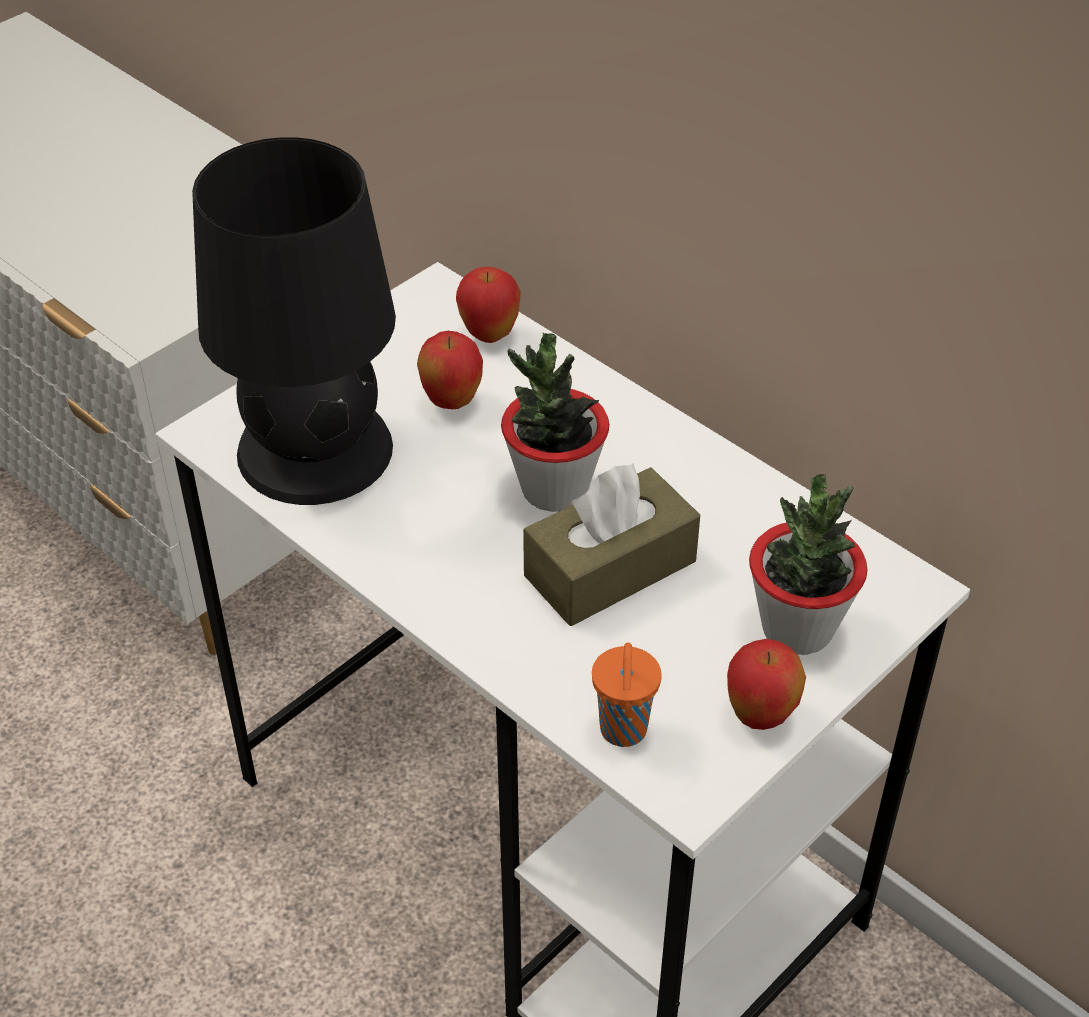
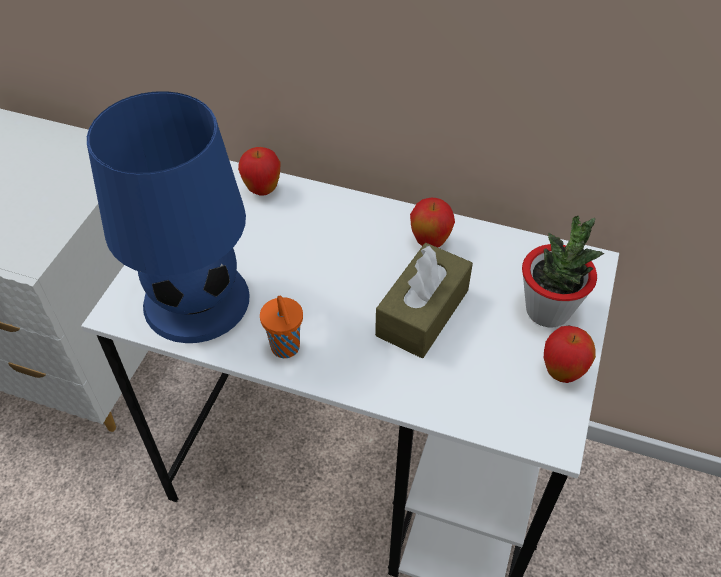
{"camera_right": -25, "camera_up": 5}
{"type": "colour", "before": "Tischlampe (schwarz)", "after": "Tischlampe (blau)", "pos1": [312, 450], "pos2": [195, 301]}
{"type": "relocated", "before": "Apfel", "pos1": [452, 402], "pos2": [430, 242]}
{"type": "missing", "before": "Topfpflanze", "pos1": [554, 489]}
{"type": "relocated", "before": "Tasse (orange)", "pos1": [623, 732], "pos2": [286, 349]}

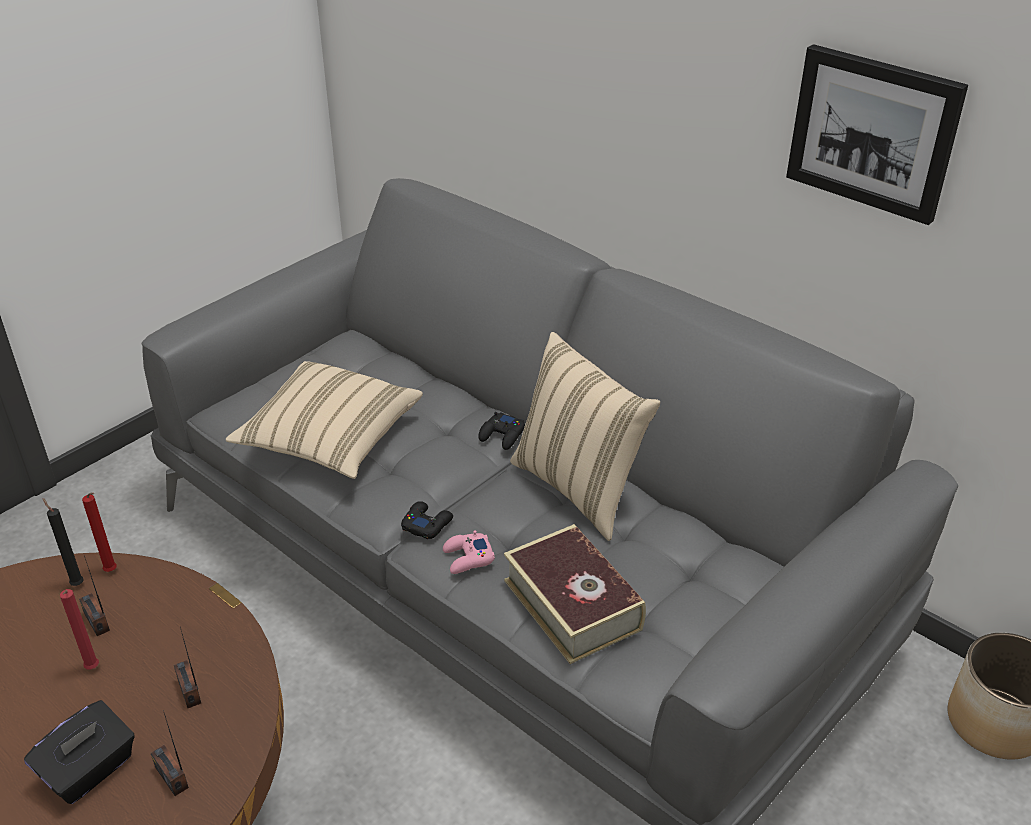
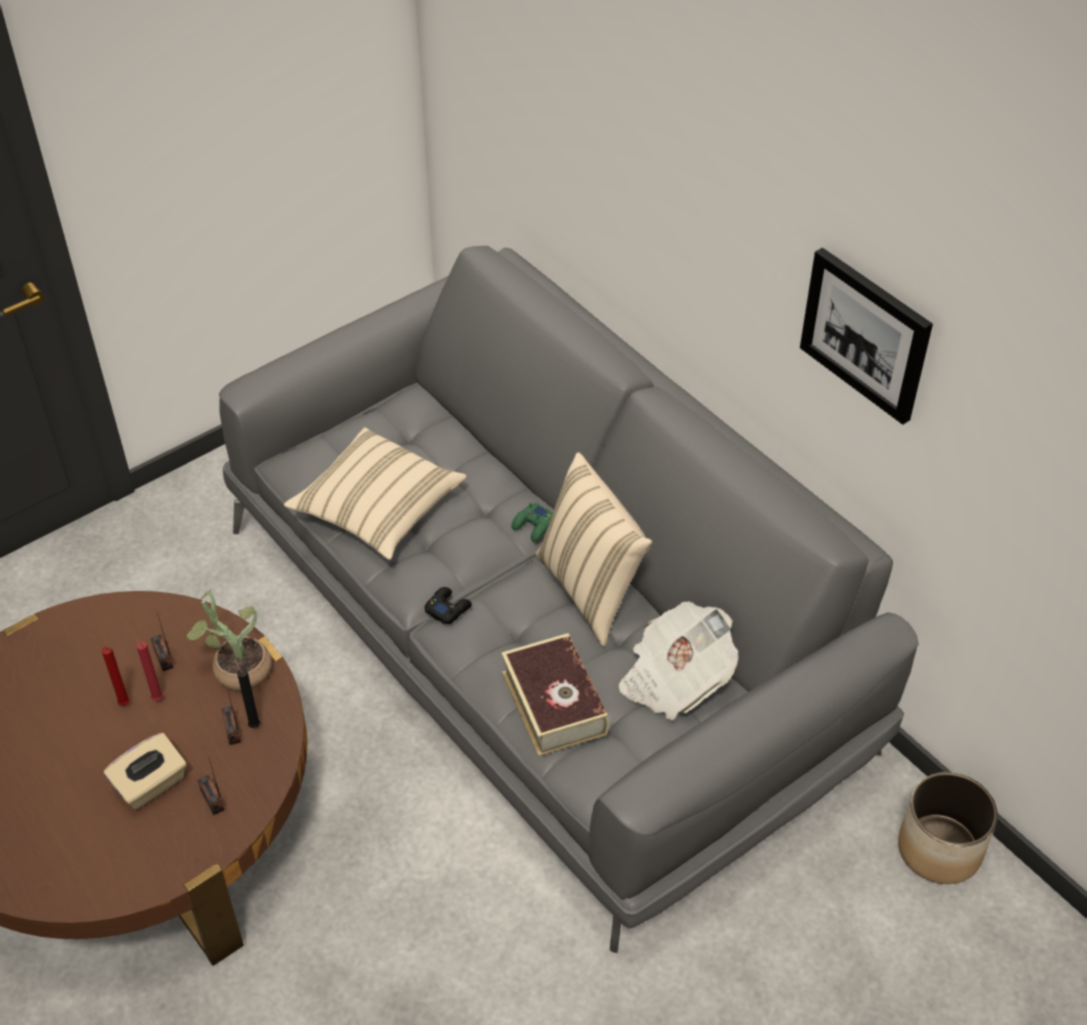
{"camera_right": 10, "camera_up": 10}
{"type": "colour", "before": "Gamepad (schwarz)", "after": "Gamepad (grün)", "pos1": [502, 435], "pos2": [534, 526]}
{"type": "relocated", "before": "Kerze (rot)", "pos1": [112, 572], "pos2": [125, 705]}
{"type": "relocated", "before": "Kerze (schwarz)", "pos1": [76, 583], "pos2": [253, 724]}
{"type": "missing", "before": "Gamepad (rosa)", "pos1": [468, 558]}
{"type": "colour", "before": "Taschentuchbox (schwarz)", "after": "Taschentuchbox (beige)", "pos1": [90, 771], "pos2": [151, 785]}
{"type": "appeared", "after": "Topfpflanze", "pos2": [236, 668]}
{"type": "appeared", "after": "Zeitung", "pos2": [675, 679]}

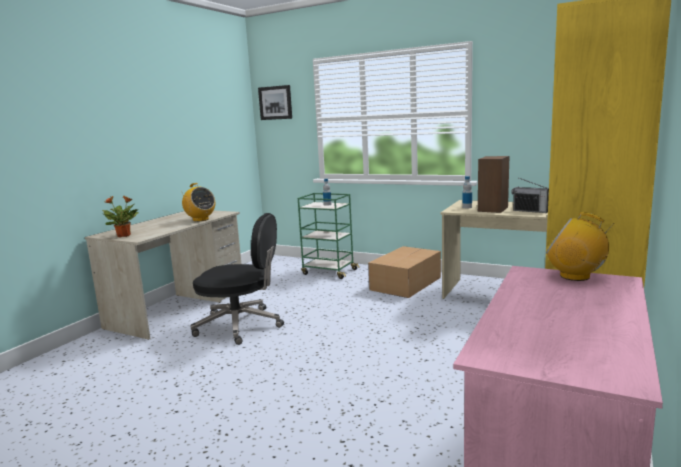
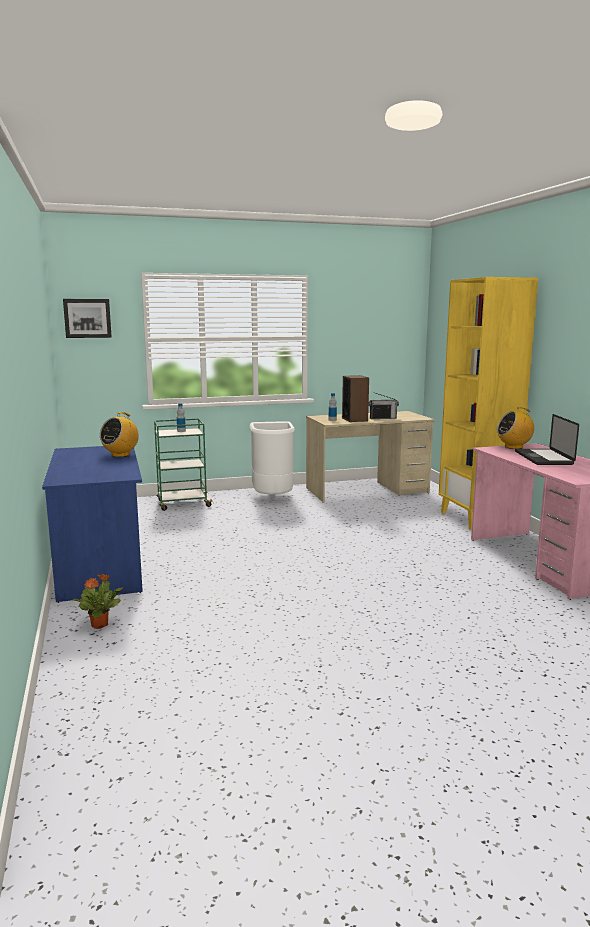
{"camera_right": -45, "camera_up": 0}
{"type": "spun", "before": "Radio", "pos1": [200, 219], "pos2": [120, 455], "turn": 120}
{"type": "relocated", "before": "Topfpflanze", "pos1": [124, 235], "pos2": [100, 625]}
{"type": "colour", "before": "Schreibtisch (beige)", "after": "Schreibtisch (blau)", "pos1": [179, 308], "pos2": [100, 564]}
{"type": "missing", "before": "Bürostuhl (schwarz)", "pos1": [241, 325]}
{"type": "exchanged", "before": "Karton", "after": "Mülleimer (weiß)", "pos1": [407, 283], "pos2": [273, 498]}
{"type": "appeared", "after": "Laptop", "pos2": [543, 458]}

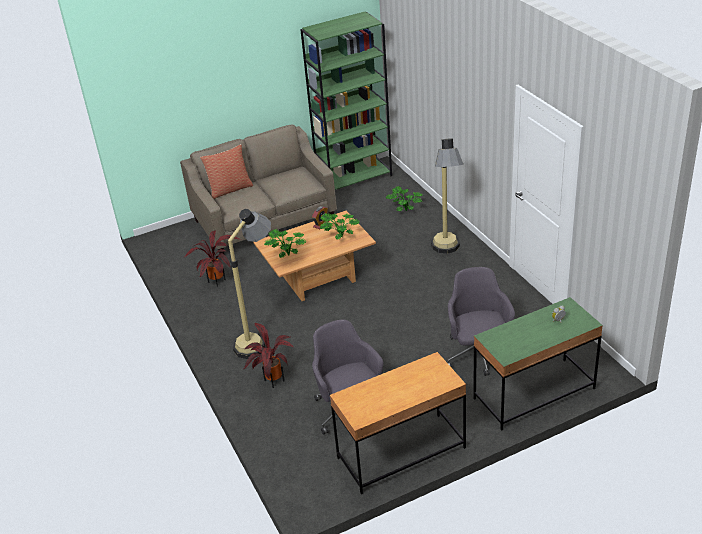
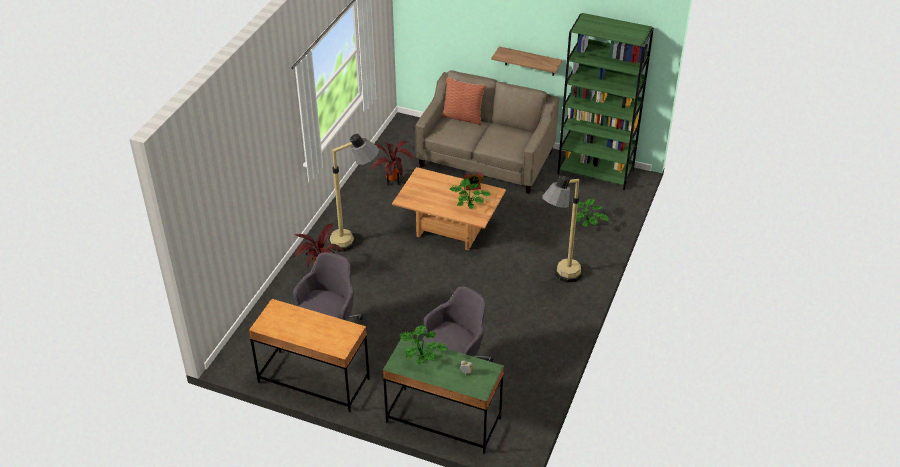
{"camera_right": 45, "camera_up": 5}
{"type": "relocated", "before": "Topfpflanze", "pos1": [287, 254], "pos2": [422, 356]}
{"type": "appeared", "after": "Wandregal", "pos2": [530, 61]}

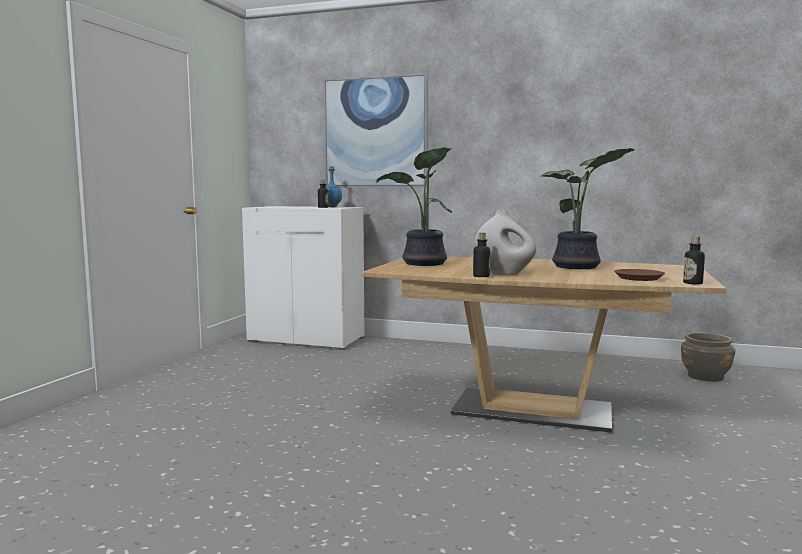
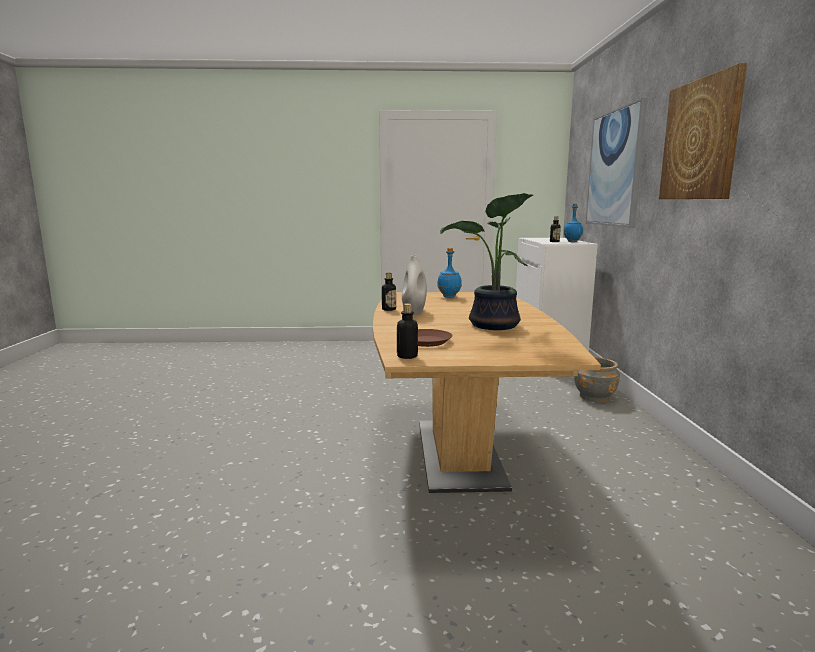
{"camera_right": 70, "camera_up": 5}
{"type": "exchanged", "before": "Topfpflanze", "after": "Flasche (blau)", "pos1": [423, 264], "pos2": [448, 297]}
{"type": "relocated", "before": "Pflanzkübel (grau)", "pos1": [705, 376], "pos2": [594, 396]}
{"type": "appeared", "after": "Bild", "pos2": [700, 140]}

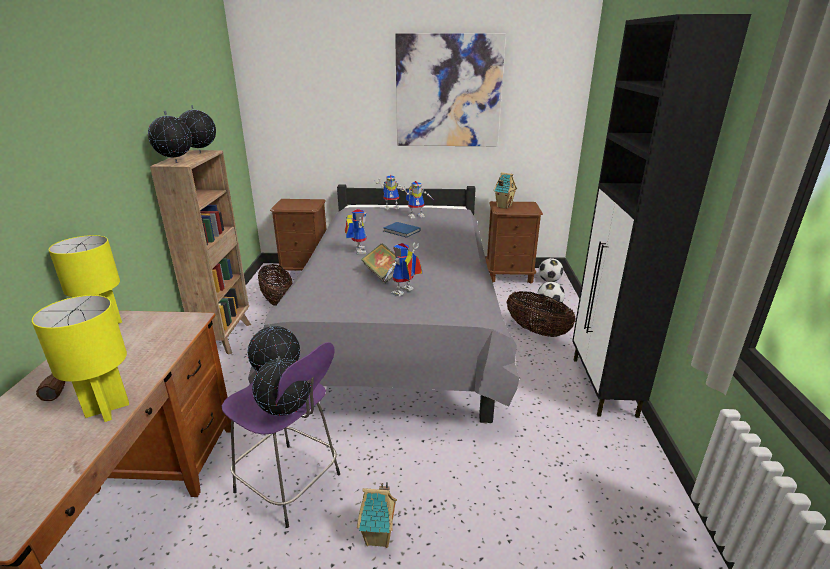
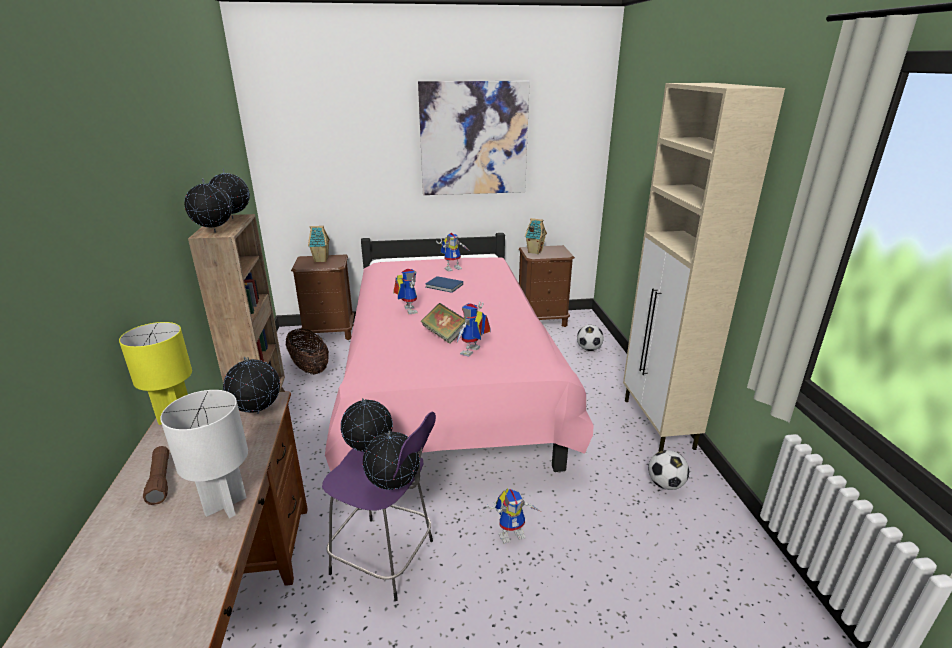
{"camera_right": -10, "camera_up": 0}
{"type": "colour", "before": "Schrank (schwarz)", "after": "Schrank (beige)", "pos1": [603, 387], "pos2": [658, 424]}
{"type": "relocated", "before": "Spielzeugroboter", "pos1": [392, 208], "pos2": [512, 533]}
{"type": "colour", "before": "Bett (grau)", "after": "Bett (rosa)", "pos1": [398, 330], "pos2": [447, 387]}
{"type": "relocated", "before": "Fußball", "pos1": [549, 280], "pos2": [665, 484]}
{"type": "missing", "before": "Korb", "pos1": [537, 331]}
{"type": "colour", "before": "Tischlampe (gelb)", "after": "Tischlampe (weiß)", "pos1": [108, 409], "pos2": [226, 505]}
{"type": "relocated", "before": "Spielzeughaus", "pos1": [379, 537], "pos2": [321, 260]}
{"type": "appeared", "after": "Globus", "pos2": [258, 414]}

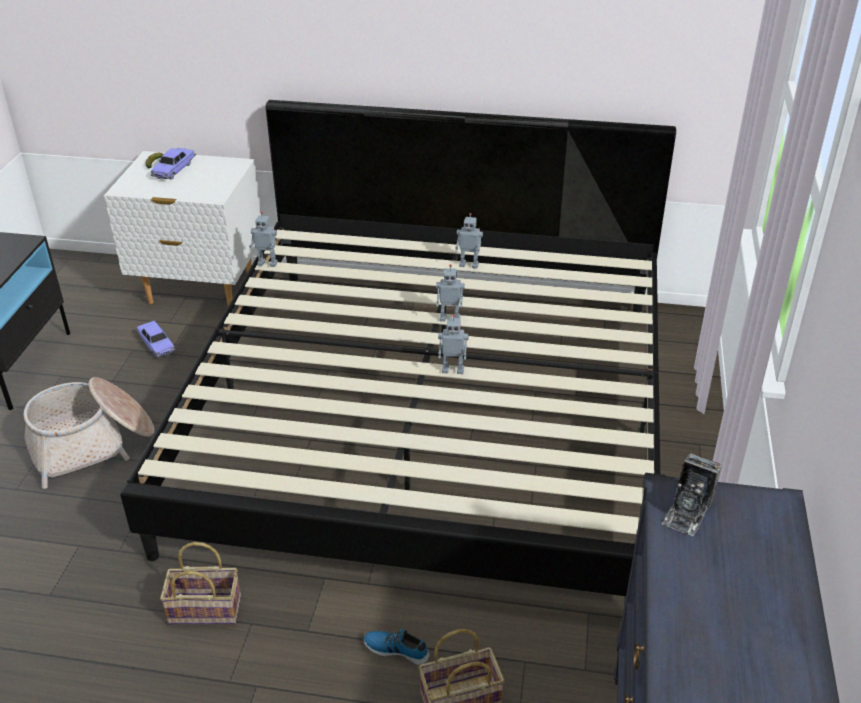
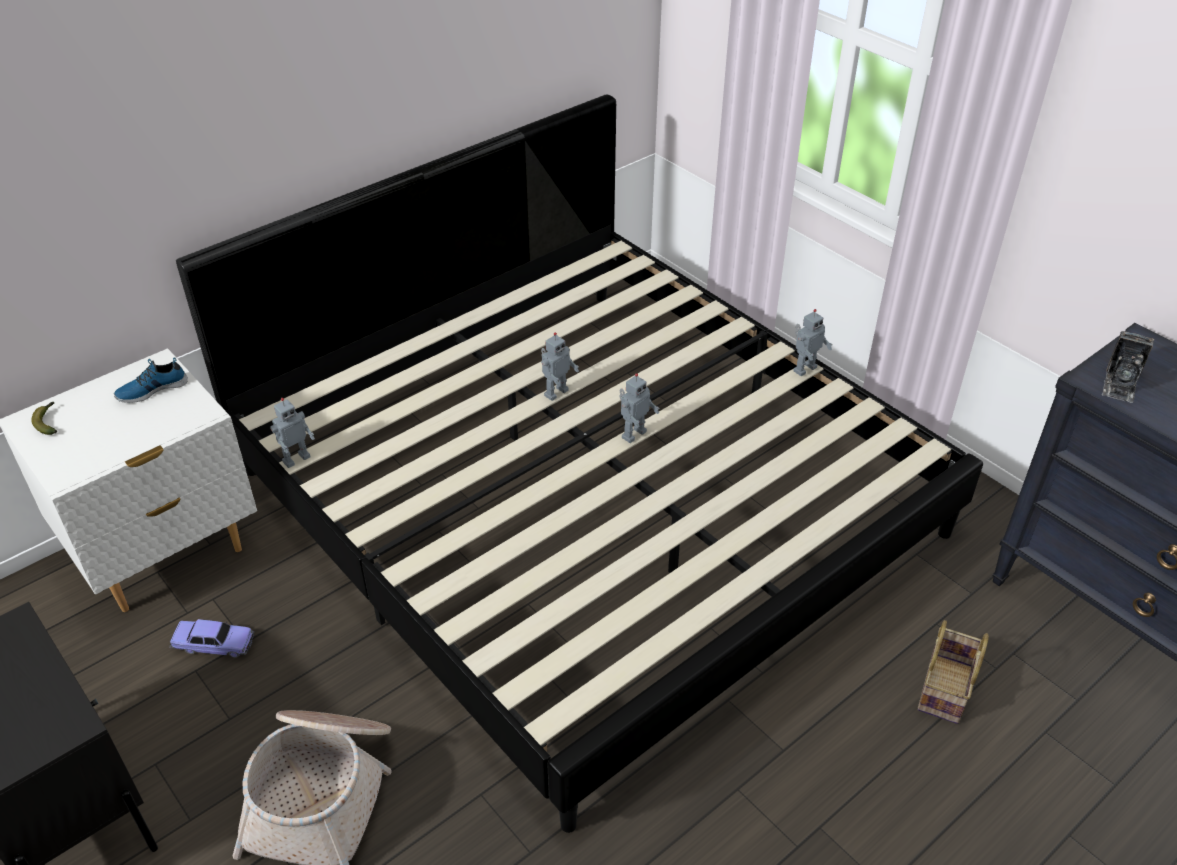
{"camera_right": -50, "camera_up": 5}
{"type": "missing", "before": "Spielzeugauto", "pos1": [174, 169]}
{"type": "relocated", "before": "Spielzeugroboter", "pos1": [469, 264], "pos2": [804, 368]}
{"type": "spun", "before": "Kamera", "pos1": [687, 511], "pos2": [1120, 383], "turn": 45}
{"type": "missing", "before": "Korb", "pos1": [207, 608]}
{"type": "relocated", "before": "Schuh", "pos1": [397, 648], "pos2": [152, 389]}

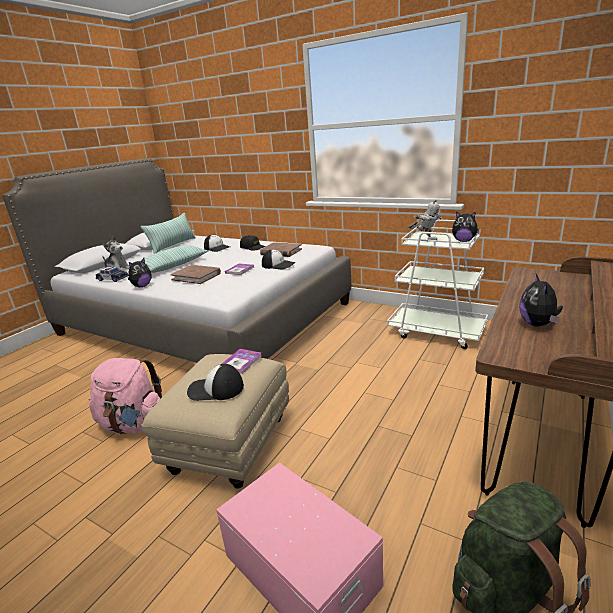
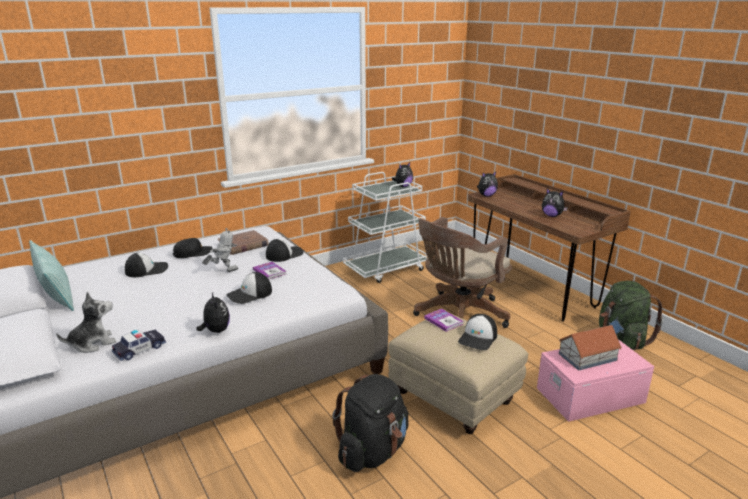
{"camera_right": -65, "camera_up": 0}
{"type": "relocated", "before": "Spielzeugroboter", "pos1": [425, 240], "pos2": [223, 271]}
{"type": "missing", "before": "Kissen", "pos1": [172, 266]}
{"type": "exchanged", "before": "Buch (braun)", "after": "Kappe", "pos1": [196, 276], "pos2": [250, 294]}
{"type": "colour", "before": "Rucksack (rosa)", "after": "Rucksack (schwarz)", "pos1": [134, 425], "pos2": [372, 451]}
{"type": "appeared", "after": "Plüschtier", "pos2": [486, 195]}
{"type": "appeared", "after": "Bürostuhl (braun)", "pos2": [458, 316]}
{"type": "appeared", "after": "Spielzeughaus", "pos2": [586, 357]}

